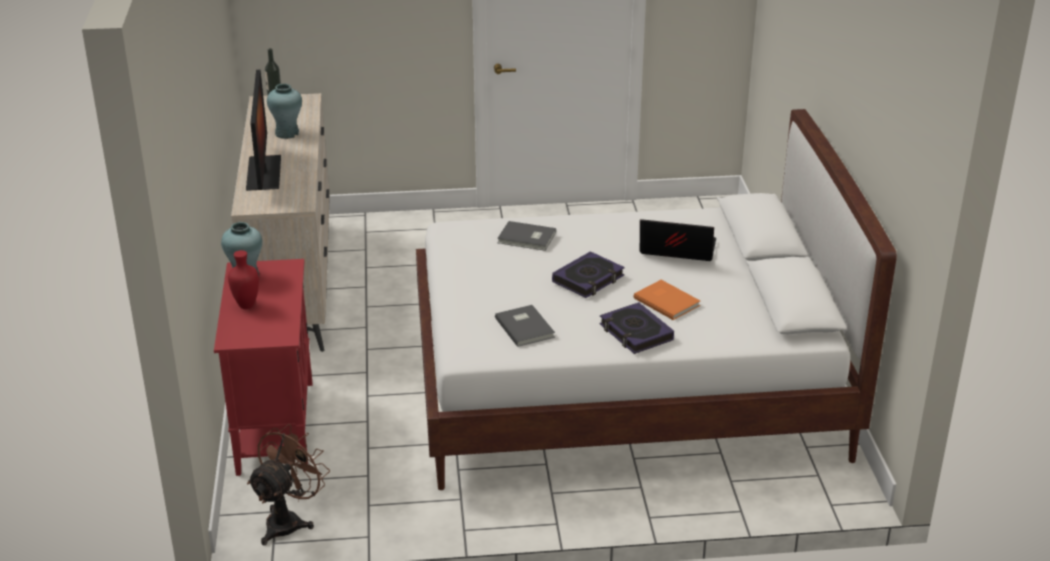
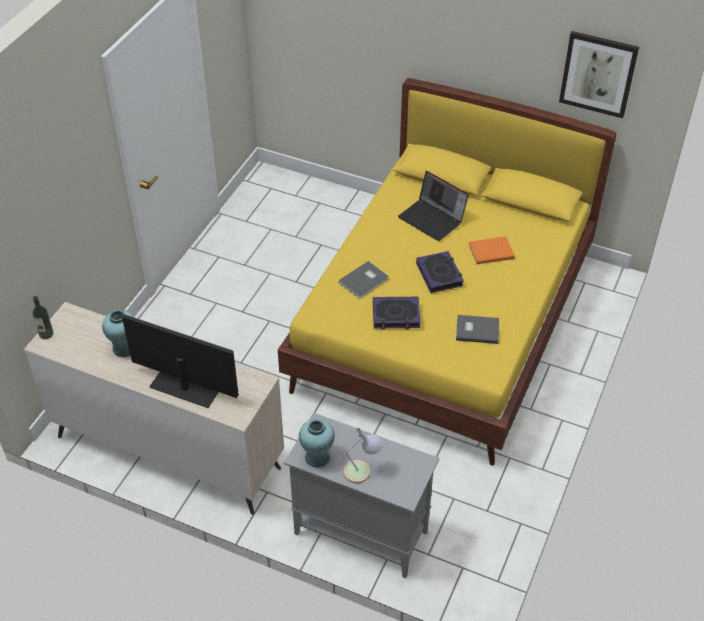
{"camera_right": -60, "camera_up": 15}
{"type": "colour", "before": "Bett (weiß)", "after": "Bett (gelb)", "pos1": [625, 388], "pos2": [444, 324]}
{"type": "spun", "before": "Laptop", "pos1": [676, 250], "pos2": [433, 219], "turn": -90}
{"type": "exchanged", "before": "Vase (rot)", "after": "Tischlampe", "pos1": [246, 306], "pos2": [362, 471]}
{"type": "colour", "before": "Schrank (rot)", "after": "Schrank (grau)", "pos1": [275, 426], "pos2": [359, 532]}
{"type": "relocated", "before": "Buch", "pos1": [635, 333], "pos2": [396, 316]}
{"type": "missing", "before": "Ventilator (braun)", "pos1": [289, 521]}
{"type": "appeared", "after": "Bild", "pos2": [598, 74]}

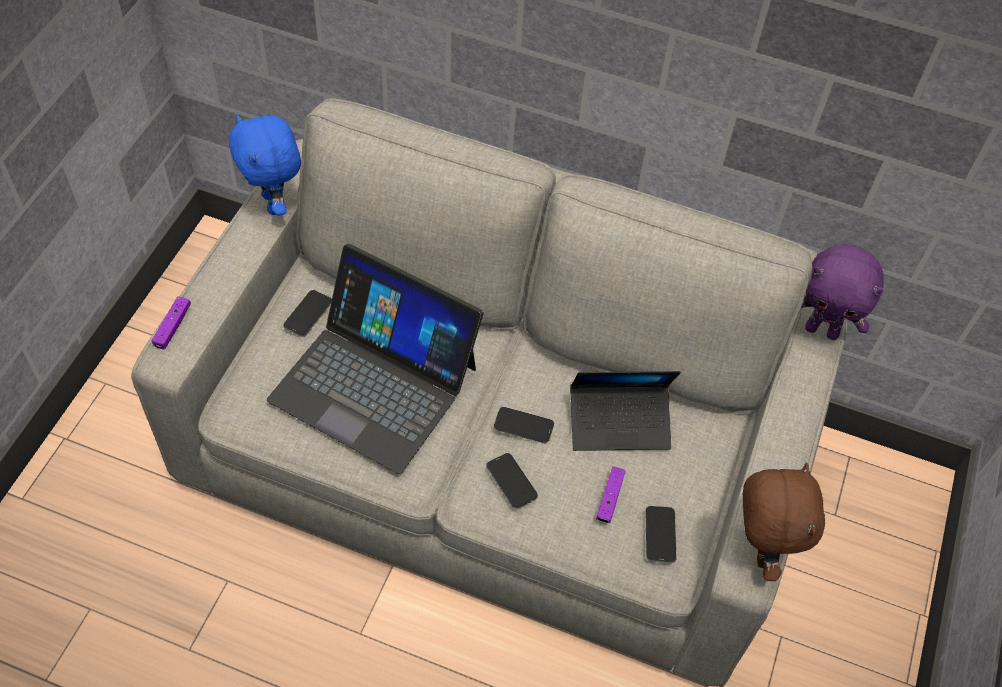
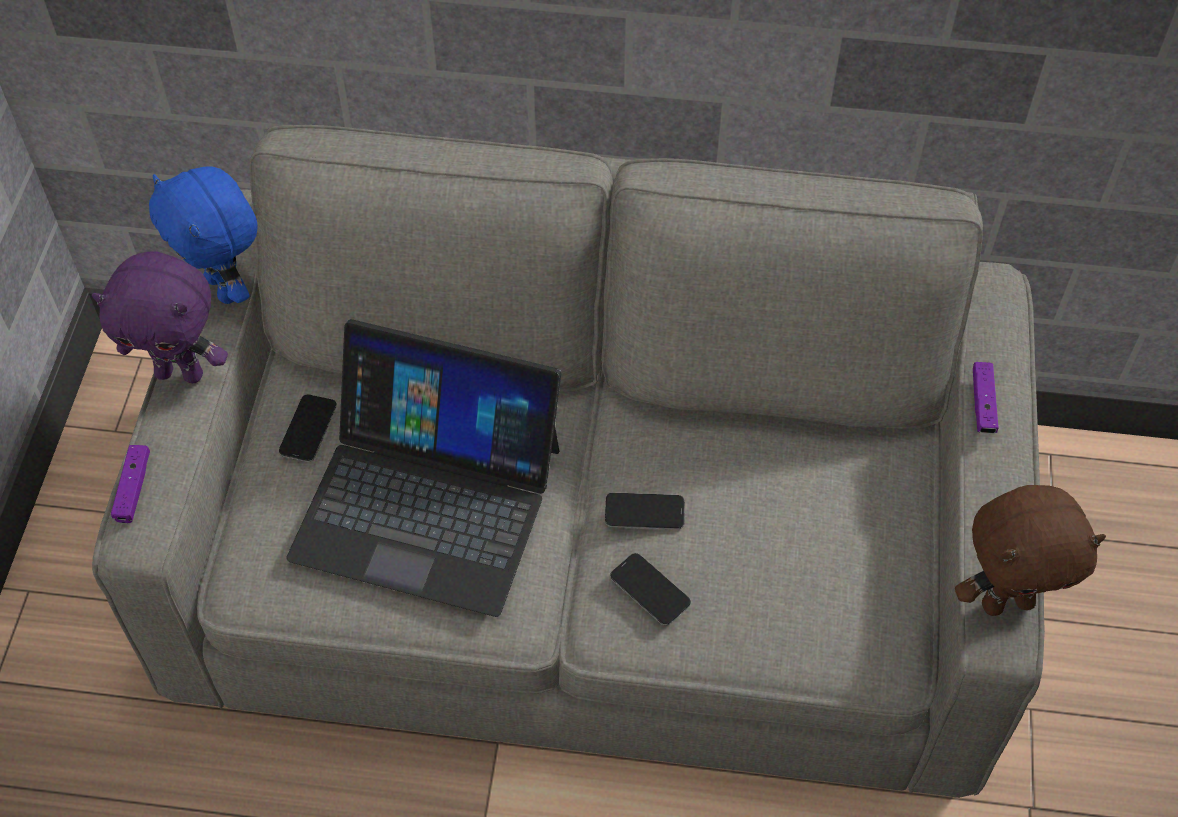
{"camera_right": -10, "camera_up": 0}
{"type": "relocated", "before": "Plüschtier (lila)", "pos1": [822, 330], "pos2": [181, 373]}
{"type": "missing", "before": "Laptop", "pos1": [619, 423]}
{"type": "spun", "before": "Plüschtier (braun)", "pos1": [759, 550], "pos2": [1007, 601], "turn": 90}
{"type": "relocated", "before": "Gamepad (lila)", "pos1": [610, 498], "pos2": [983, 403]}
{"type": "missing", "before": "Handy", "pos1": [660, 535]}

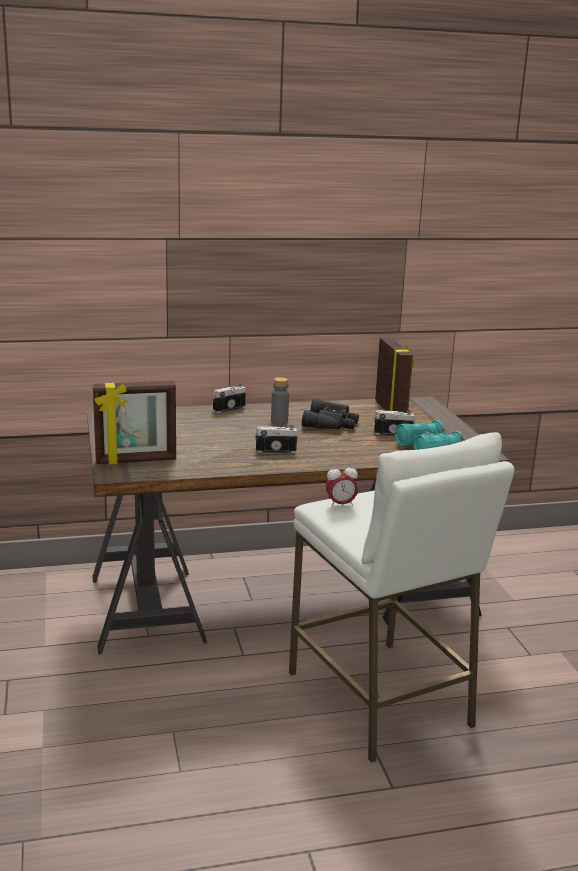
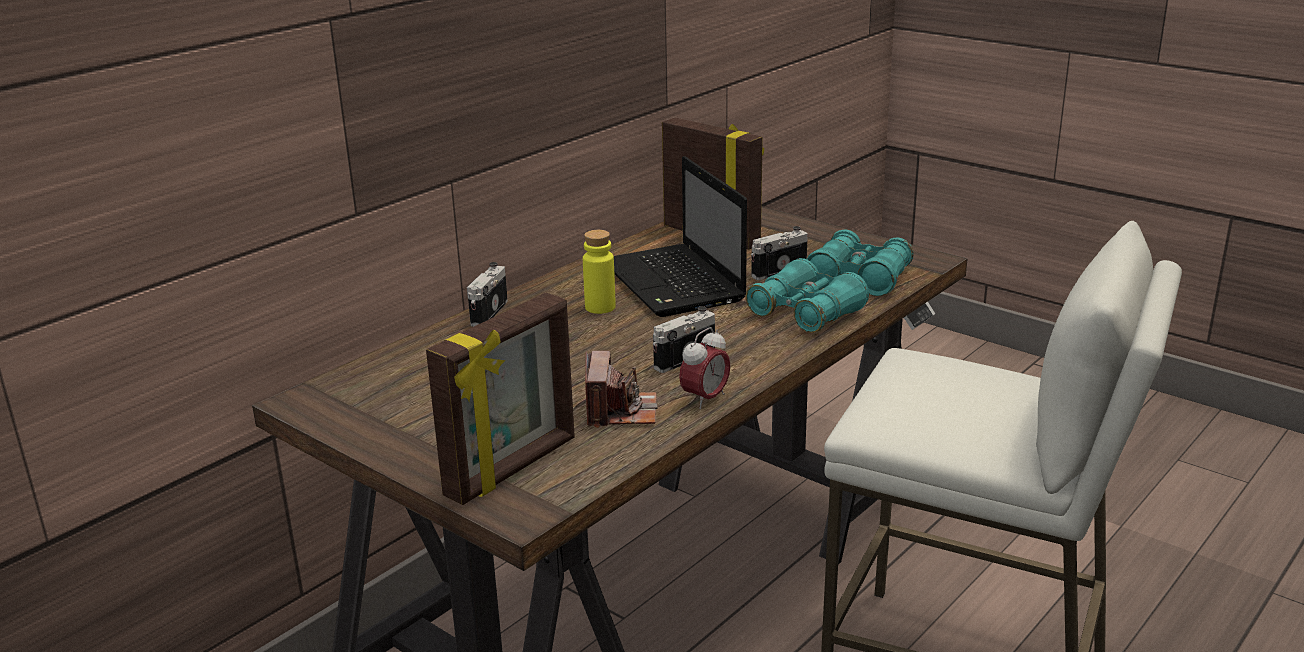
{"camera_right": -35, "camera_up": 5}
{"type": "colour", "before": "Flasche (grau)", "after": "Flasche (gelb)", "pos1": [279, 421], "pos2": [600, 307]}
{"type": "exchanged", "before": "Fernglas (schwarz)", "after": "Laptop", "pos1": [331, 423], "pos2": [675, 283]}
{"type": "relocated", "before": "Wecker", "pos1": [340, 505], "pos2": [705, 399]}
{"type": "appeared", "after": "Fernglas (türkis)", "pos2": [806, 313]}
{"type": "appeared", "after": "Kamera", "pos2": [620, 411]}

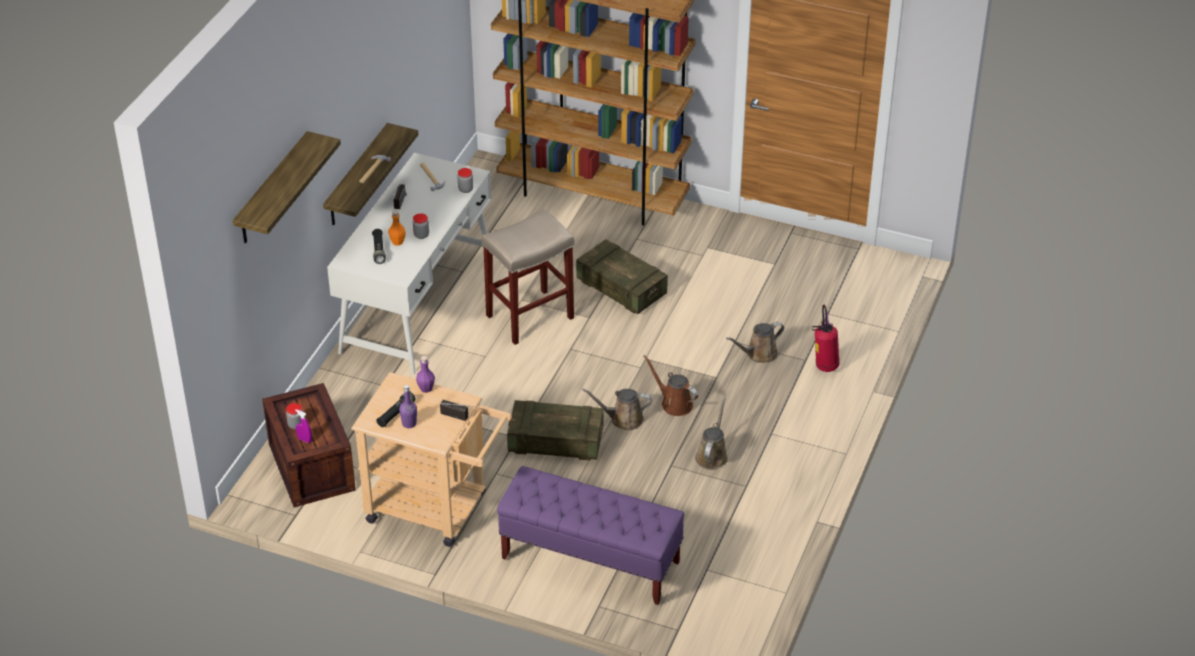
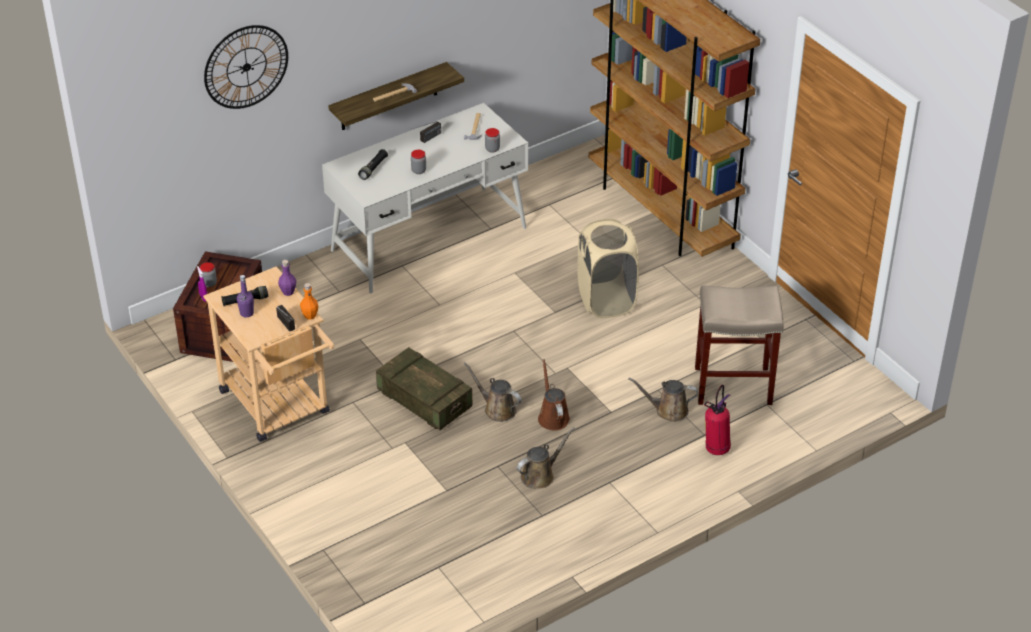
{"camera_right": 35, "camera_up": 0}
{"type": "exchanged", "before": "Wandregal", "after": "Wanduhr", "pos1": [272, 190], "pos2": [246, 67]}
{"type": "relocated", "before": "Hocker (beige)", "pos1": [529, 317], "pos2": [732, 386]}
{"type": "relocated", "before": "Flasche (orange)", "pos1": [397, 242], "pos2": [310, 315]}
{"type": "exchanged", "before": "Kiste", "after": "Wäschekorb (beige)", "pos1": [621, 288], "pos2": [606, 300]}
{"type": "missing", "before": "Bank (lila)", "pos1": [590, 560]}

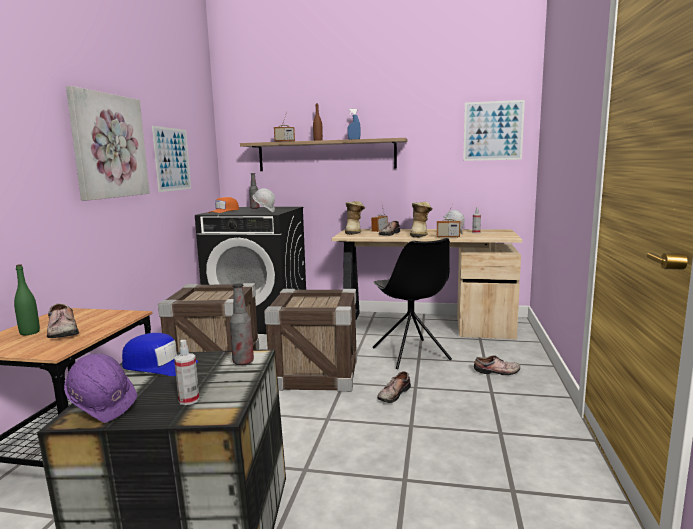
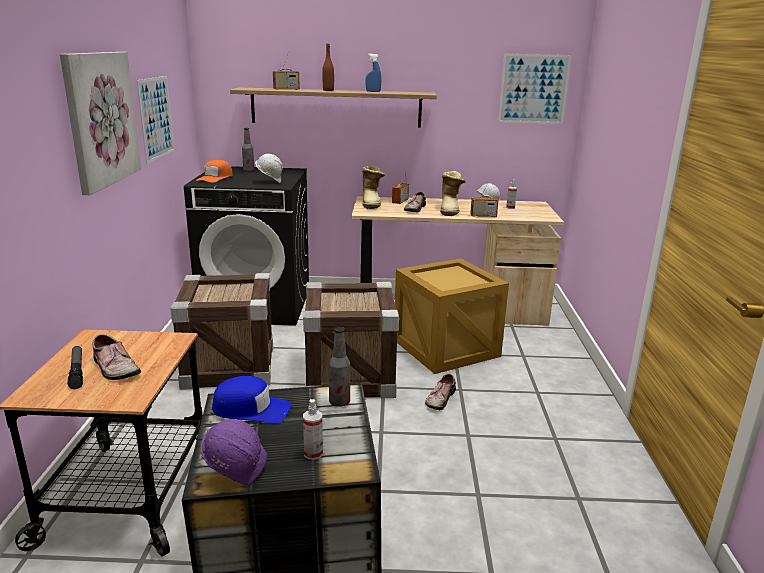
{"camera_right": -10, "camera_up": 10}
{"type": "exchanged", "before": "Stuhl (schwarz)", "after": "Kiste", "pos1": [411, 354], "pos2": [444, 348]}
{"type": "exchanged", "before": "Flasche (grün)", "after": "Taschenlampe", "pos1": [30, 332], "pos2": [77, 371]}
{"type": "missing", "before": "Schuh", "pos1": [497, 372]}

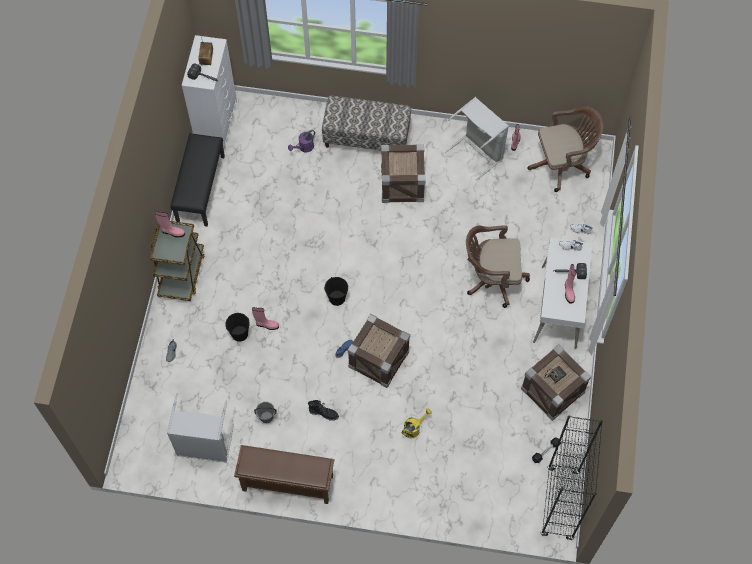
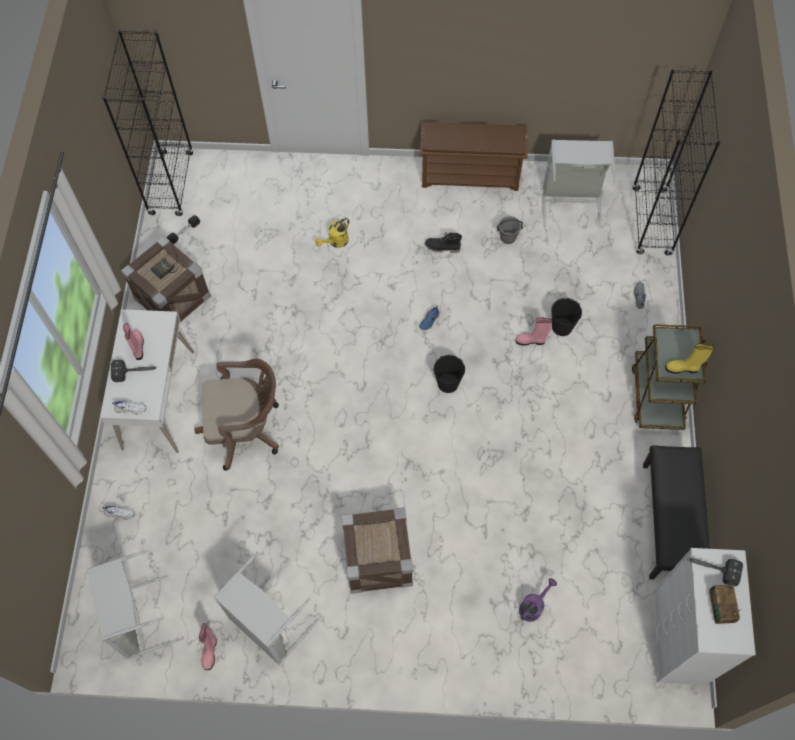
{"camera_right": 175, "camera_up": 0}
{"type": "missing", "before": "Bank", "pos1": [367, 138]}
{"type": "exchanged", "before": "Bürostuhl (braun)", "after": "Wäschekorb (grau)", "pos1": [562, 164], "pos2": [138, 619]}
{"type": "colour", "before": "Stiefel (rosa)", "after": "Stiefel (gelb)", "pos1": [172, 232], "pos2": [683, 368]}
{"type": "missing", "before": "Kiste", "pos1": [378, 359]}
{"type": "appeared", "after": "Bücherregal (schwarz)", "pos2": [651, 222]}

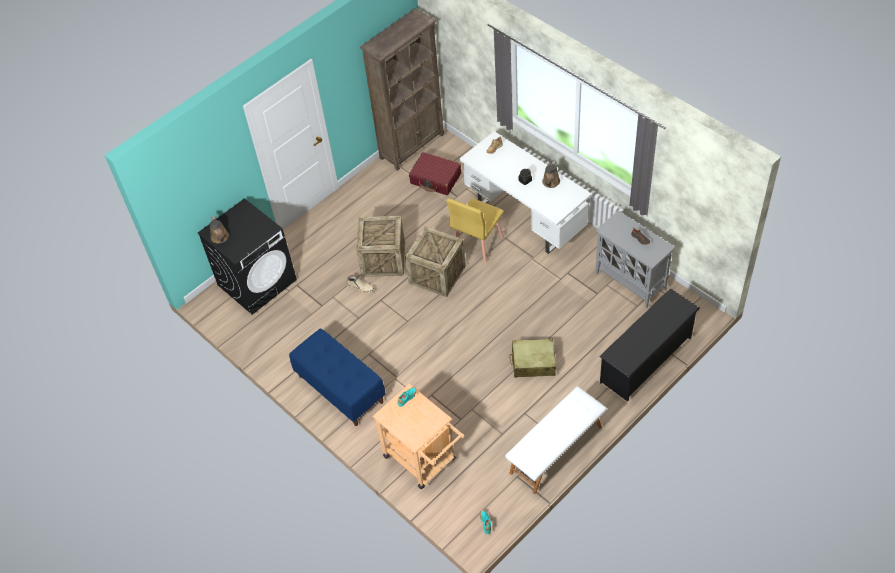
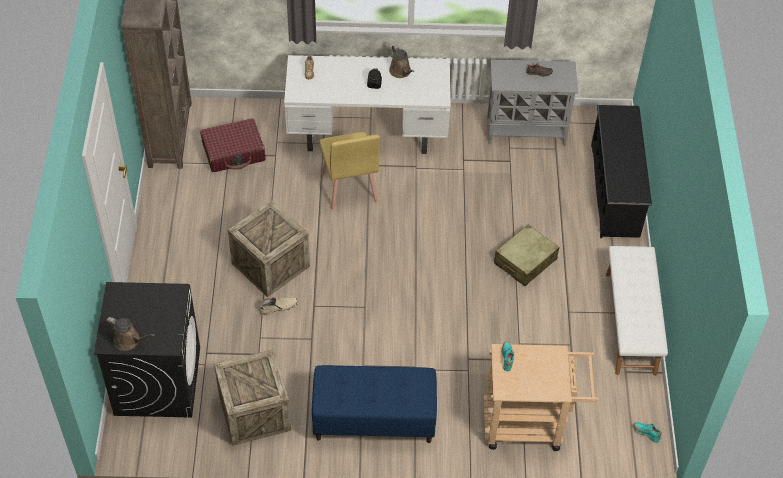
{"camera_right": -50, "camera_up": 0}
{"type": "relocated", "before": "Kiste", "pos1": [437, 274], "pos2": [254, 412]}

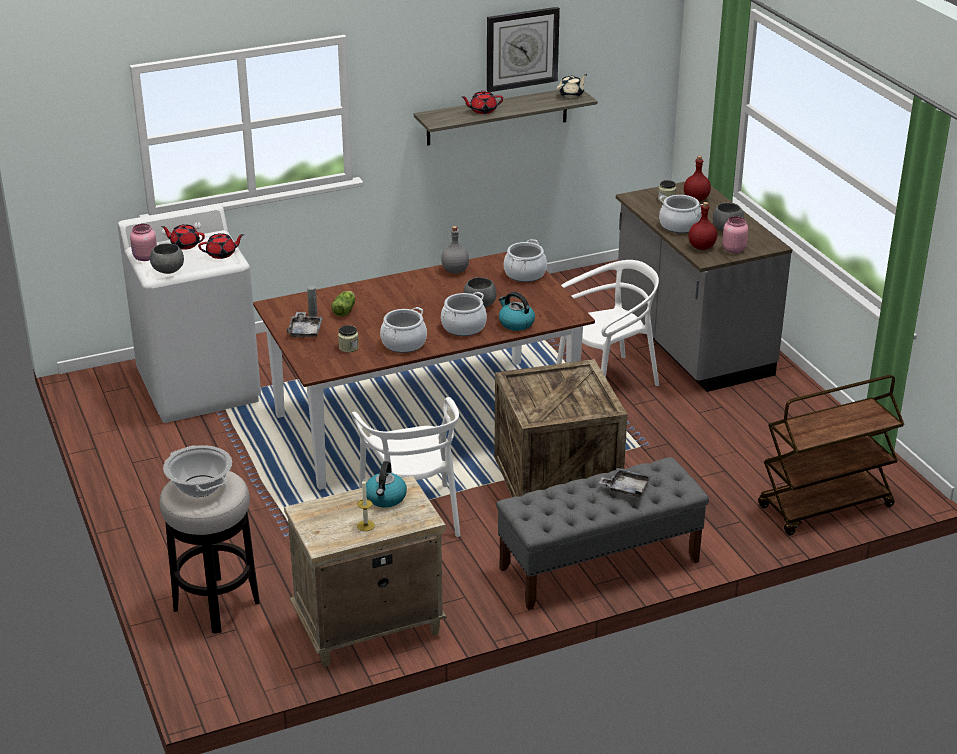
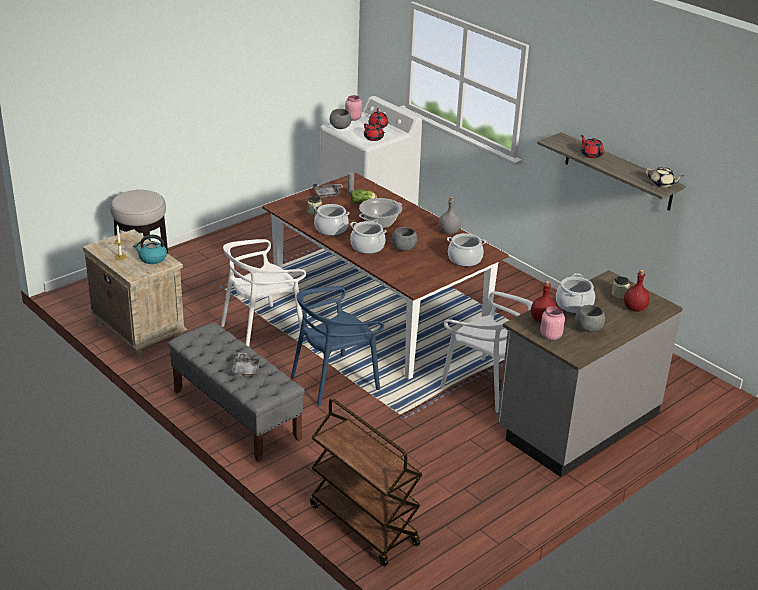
{"camera_right": 70, "camera_up": 0}
{"type": "missing", "before": "Wanduhr", "pos1": [521, 49]}
{"type": "missing", "before": "Wasserkessel", "pos1": [515, 323]}
{"type": "exchanged", "before": "Kiste", "after": "Stuhl (blau)", "pos1": [556, 479], "pos2": [334, 381]}
{"type": "relocated", "before": "Kochtopf", "pos1": [199, 486], "pos2": [380, 222]}

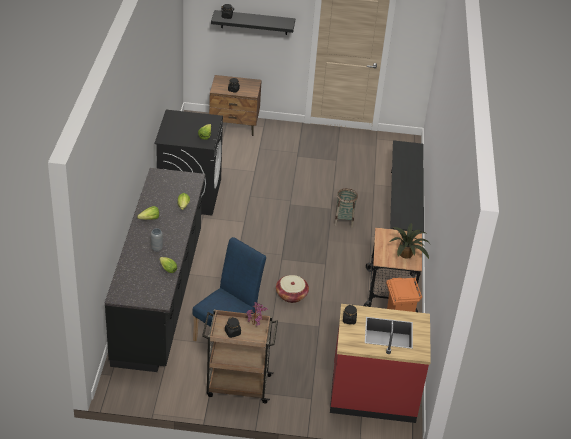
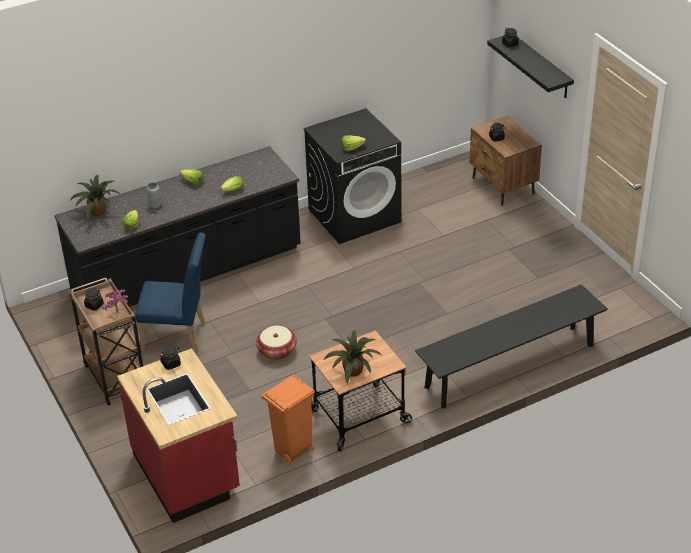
{"camera_right": 60, "camera_up": 0}
{"type": "missing", "before": "Korb", "pos1": [344, 220]}
{"type": "appeared", "after": "Topfpflanze", "pos2": [98, 212]}

